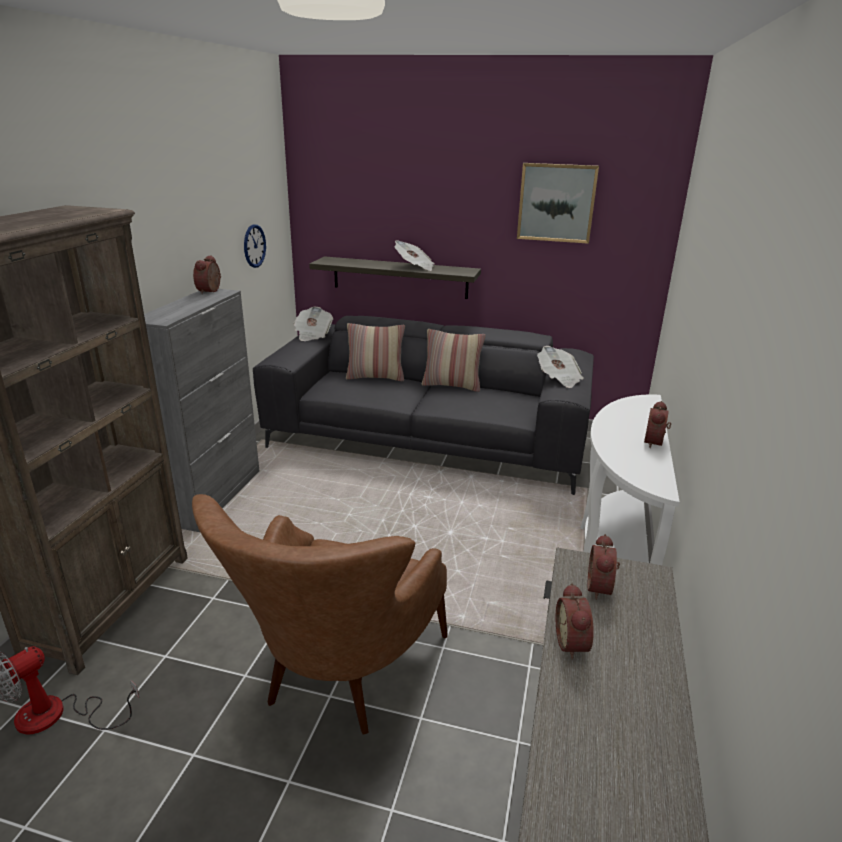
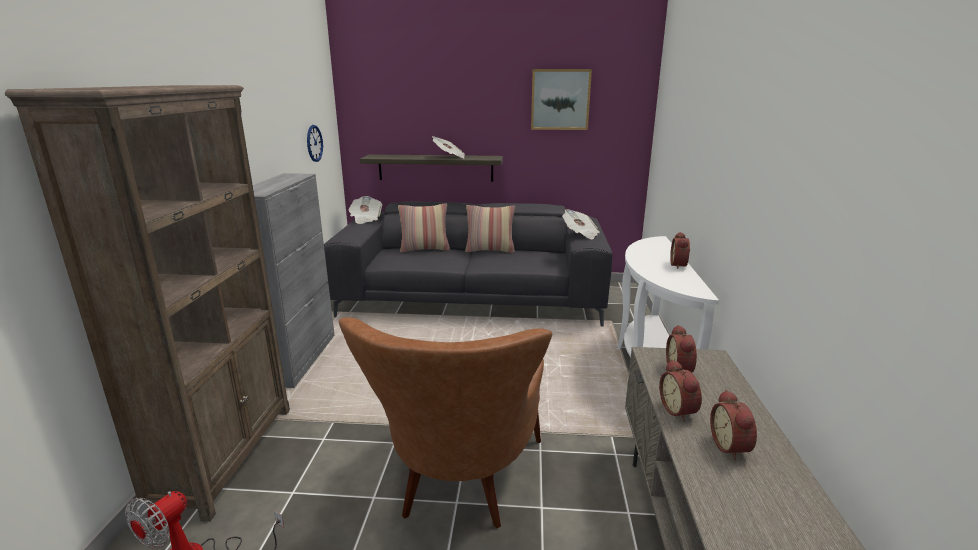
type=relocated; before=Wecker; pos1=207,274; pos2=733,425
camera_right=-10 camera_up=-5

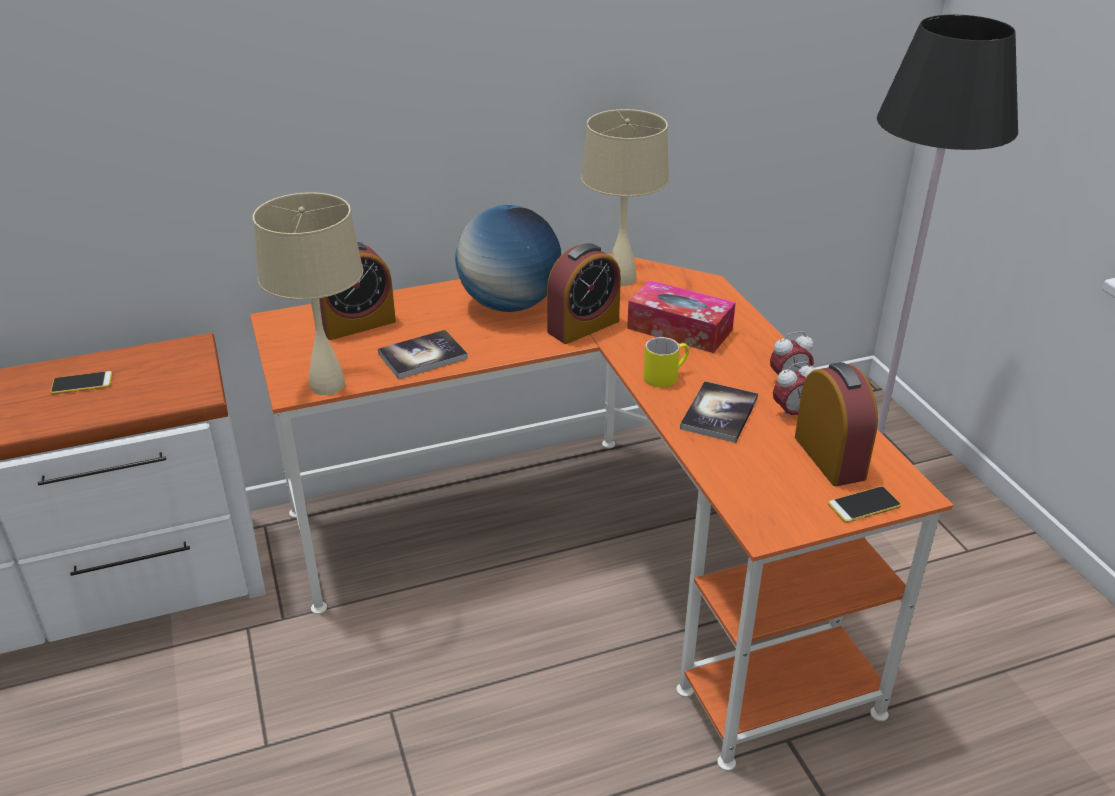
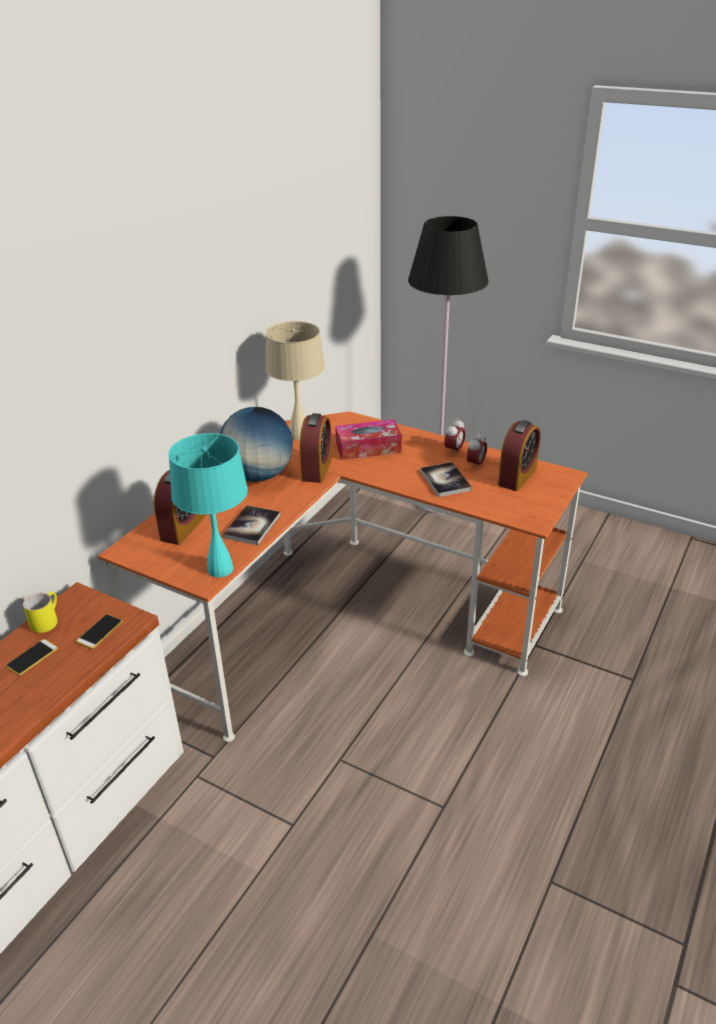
type=colour; before=Tischlampe/beige; after=Tischlampe/türkis; pos1=308,293; pos2=208,505
type=relocated; before=Henkelbecher/gelb; pos1=666,362; pos2=40,612
type=spun; before=Wecker; pos1=836,424; pos2=519,455; turn=90
type=relocated; before=Handy; pos1=864,504; pos2=99,631
camera_right=-40 camera_up=0

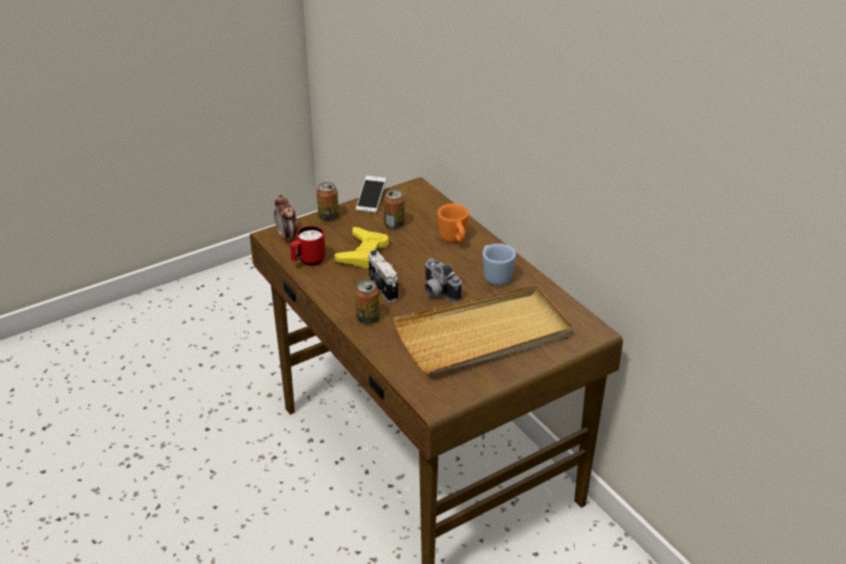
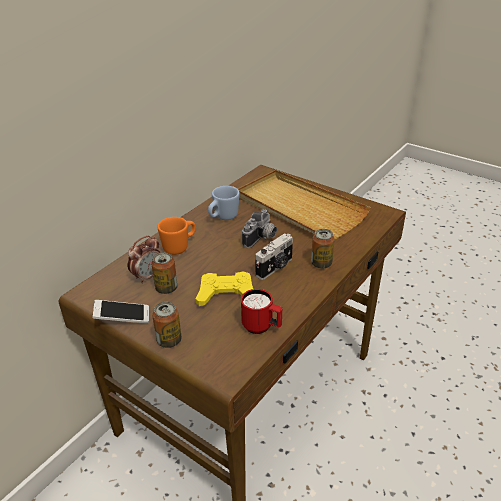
type=relocated; before=Wecker; pos1=286,218; pos2=143,260
camera_right=-110 camera_up=0

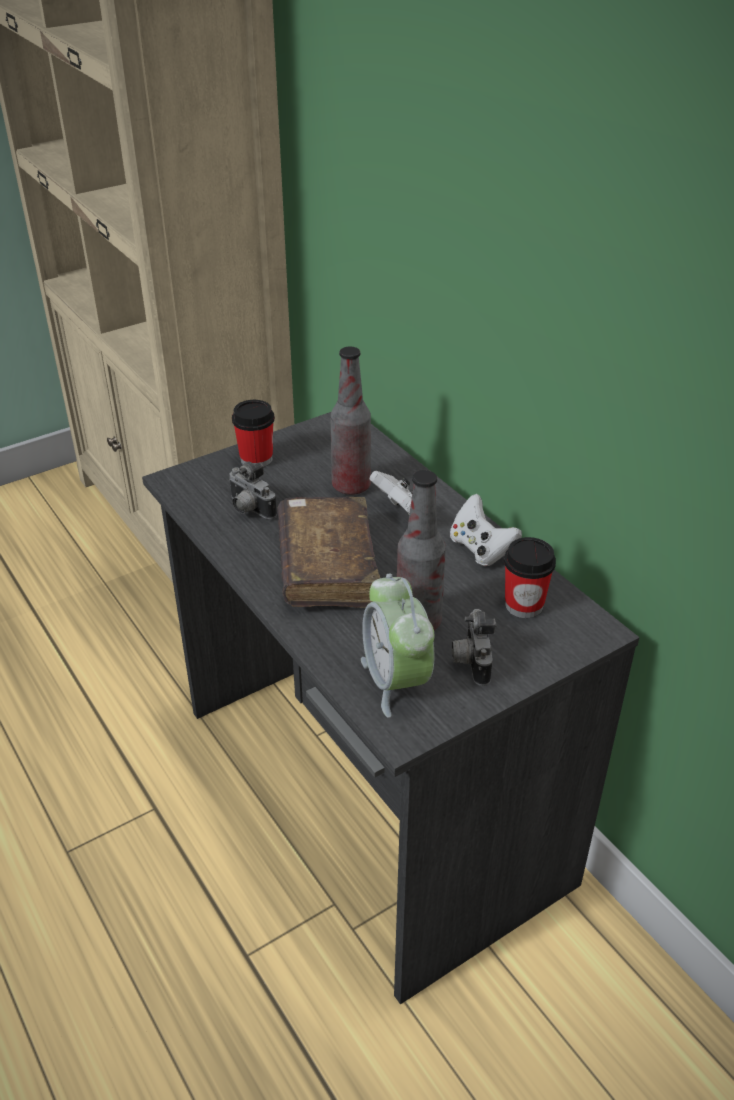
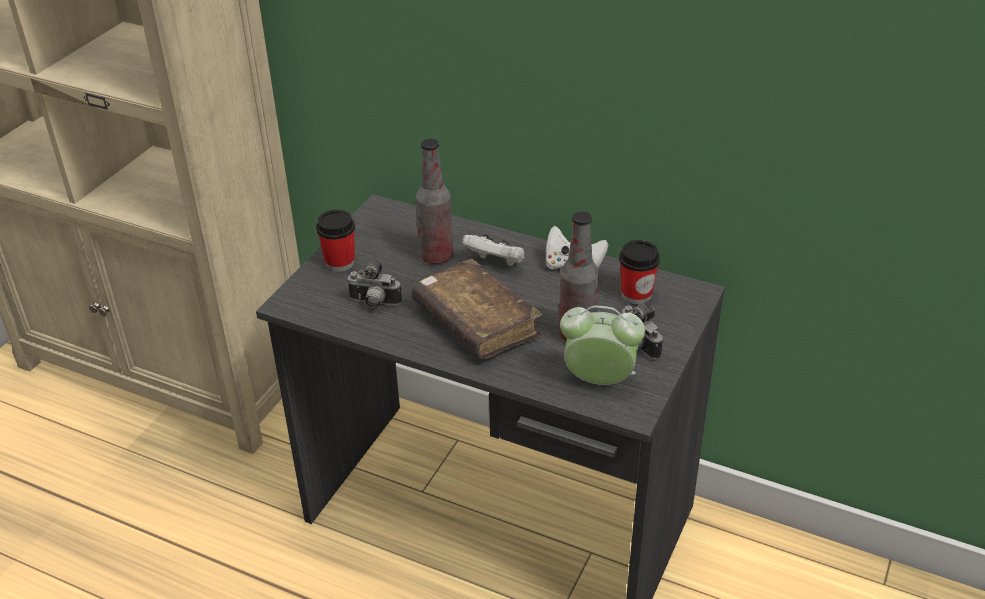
type=spun; before=Wecker; pos1=397,645; pos2=602,345; turn=150
camera_right=-30 camera_up=0

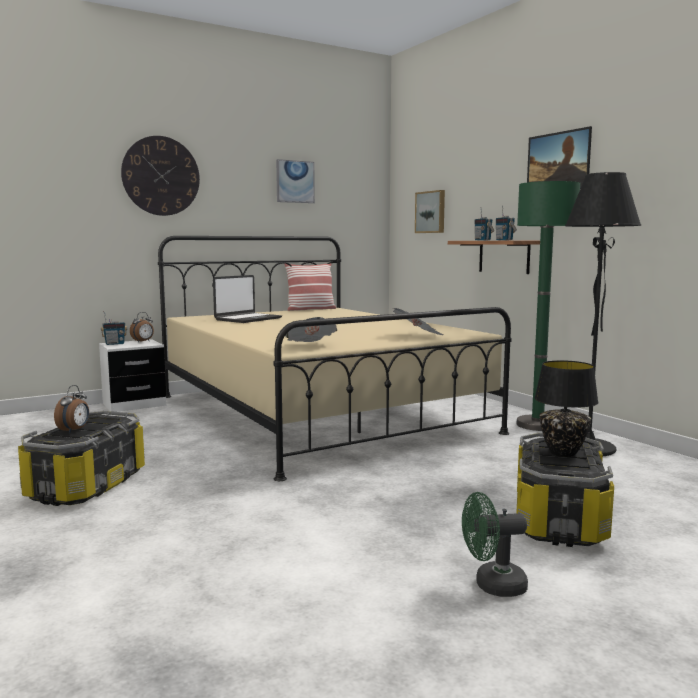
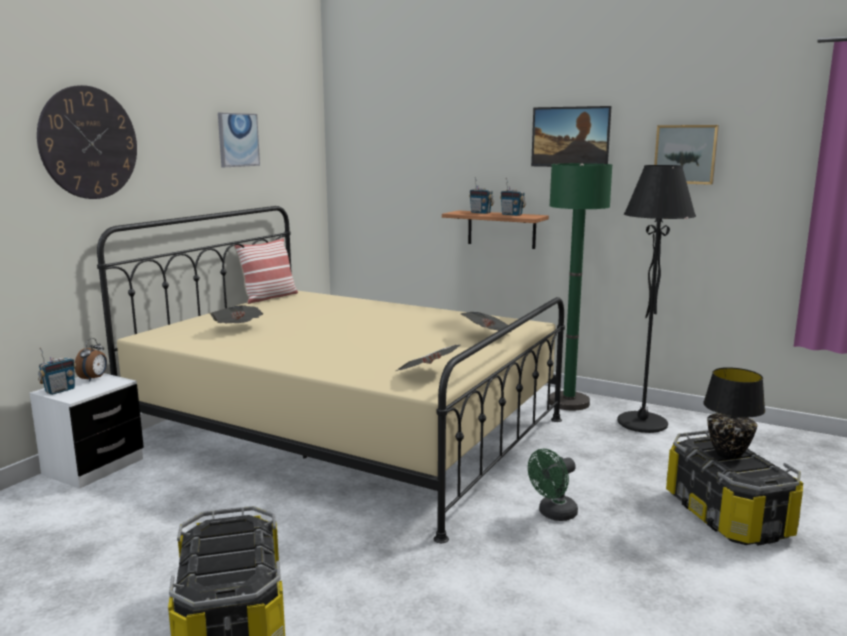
type=relocated; before=Bild; pos1=430,211; pos2=686,155
type=exchanged; before=Laptop; after=Zeitung; pos1=247,299; pos2=236,314
type=missing; before=Wecker; pos1=71,409
type=relocated; before=Ventilator/grün; pos1=495,544; pos2=553,485
camera_right=-30 camera_up=5

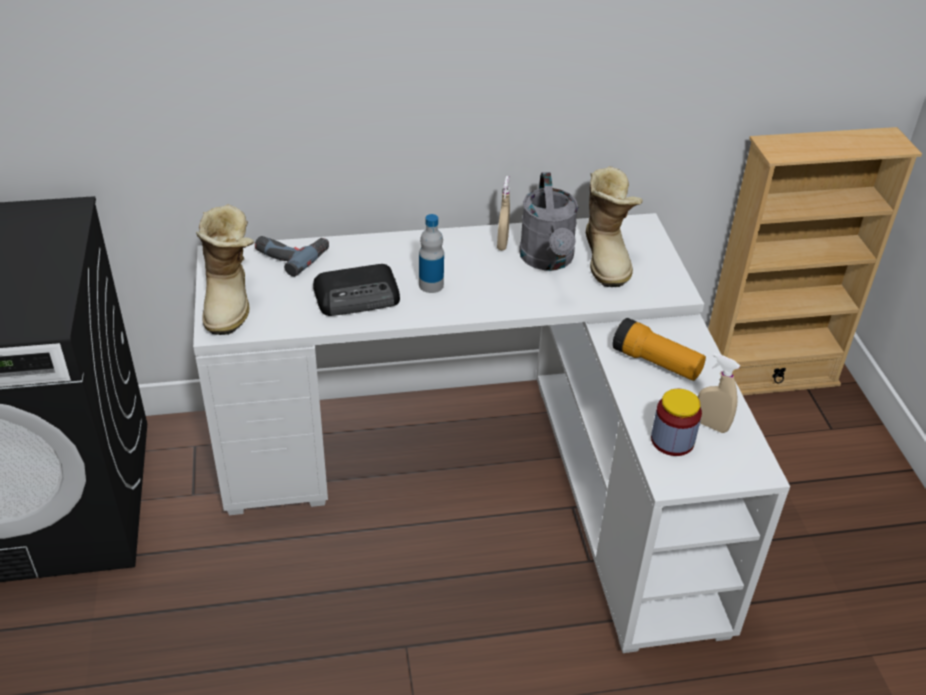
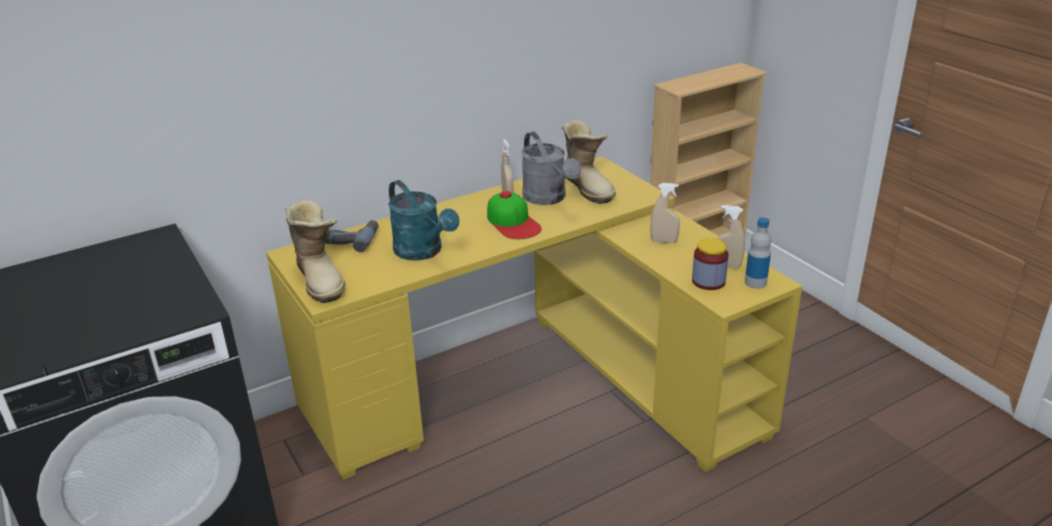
type=colour; before=Schreibtisch/weiß; after=Schreibtisch/gelb; pos1=491,433; pos2=534,318
type=relocated; before=Flasche; pos1=431,253; pos2=758,253
type=exchanged; before=Radio; after=Gießkanne/türkis; pos1=356,290; pos2=423,220
type=exchanged; before=Taschenlampe; after=Sprühflasche/beige; pos1=659,349; pos2=665,213
type=appeared; after=Kappe; pos2=514,215
camera_right=-20 camera_up=-10

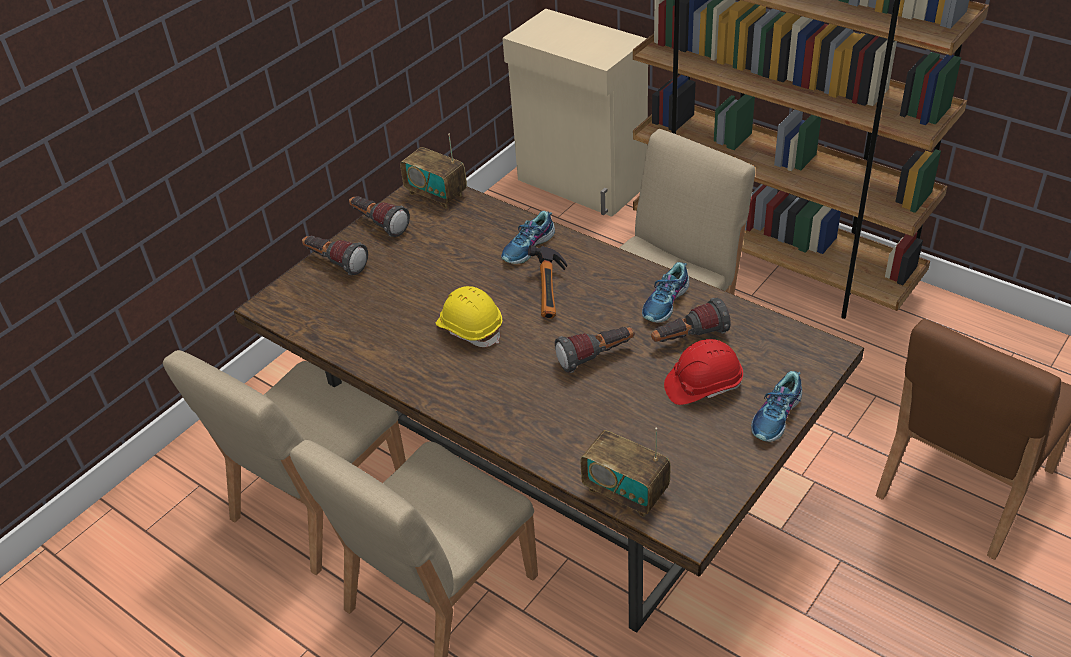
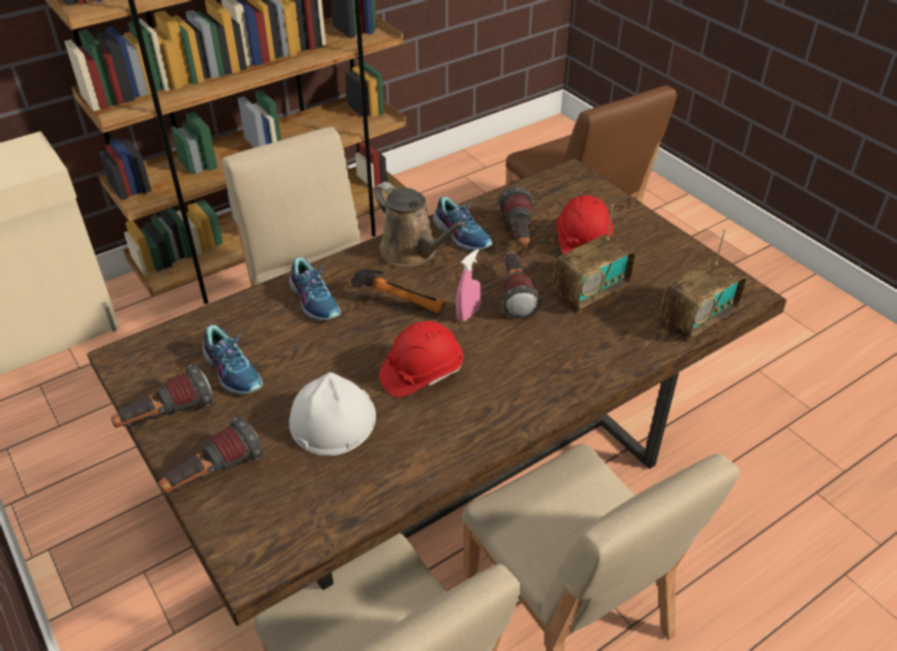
type=relocated; before=Radio; pos1=433,171; pos2=594,259
type=colour; before=Schutzhelm/gelb; after=Schutzhelm/rot; pos1=469,316; pos2=421,359
type=relocated; before=Schuh; pos1=776,406; pos2=233,360
type=appeared; after=Gießkanne/braun; pos2=420,224
type=appeared; after=Sprühflasche/rosa; pos2=468,285
type=appeared; after=Schutzhelm/weiß; pos2=332,414
camera_right=-75 camera_up=0

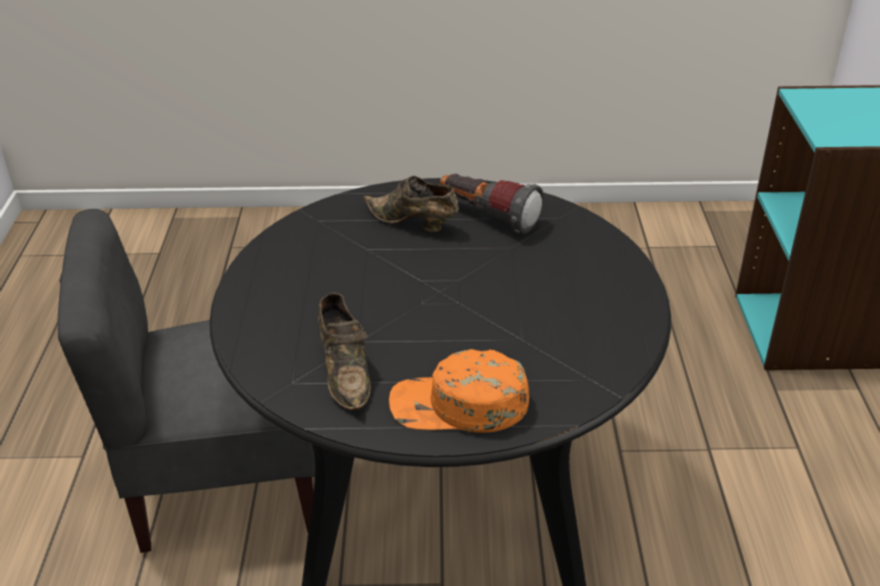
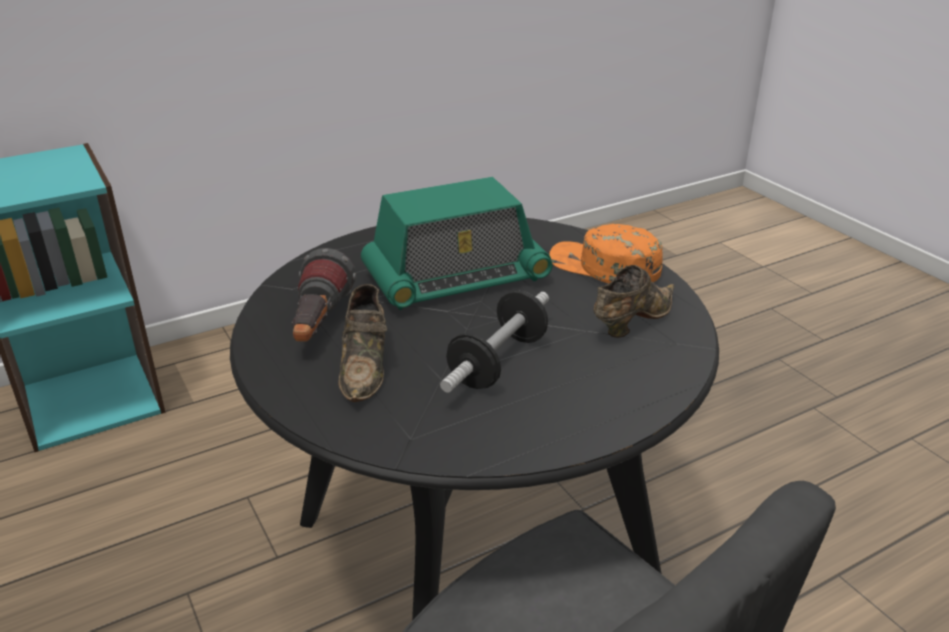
type=spun; before=Kappe/orange; pos1=459,391; pos2=605,253; turn=150
type=appeared; after=Radio; pos2=457,243
type=appeared; after=Hantel; pos2=494,342
camera_right=-120 camera_up=-5

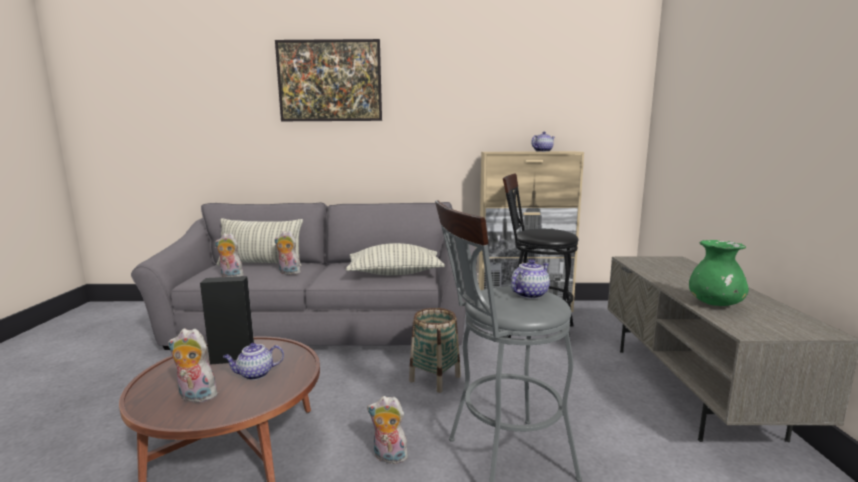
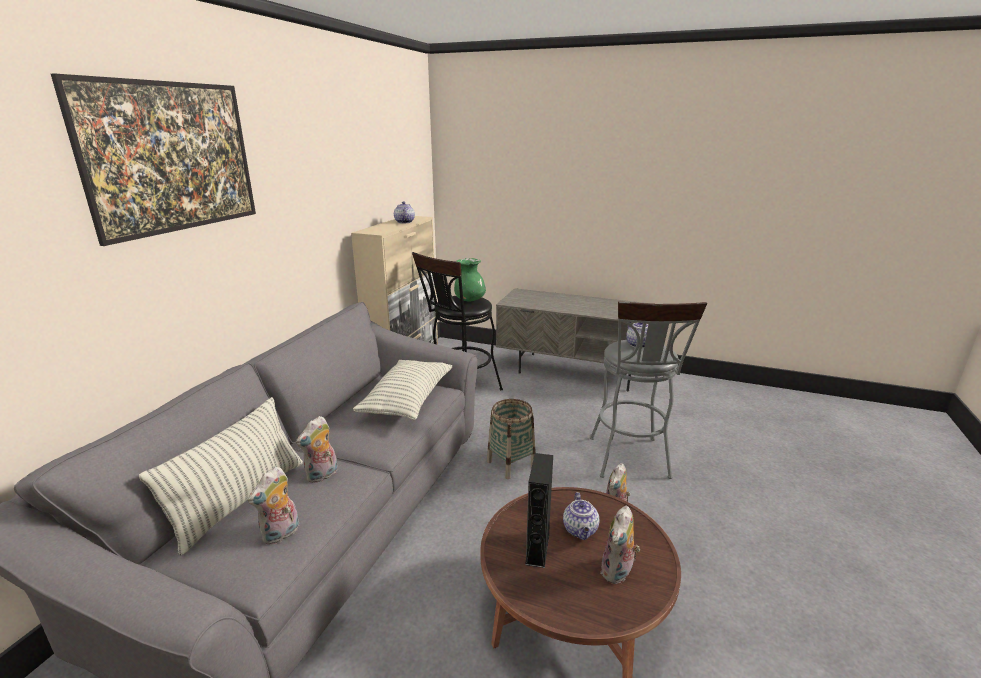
type=relocated; before=Vase/grün; pos1=719,273; pos2=470,279
camera_right=-70 camera_up=10

